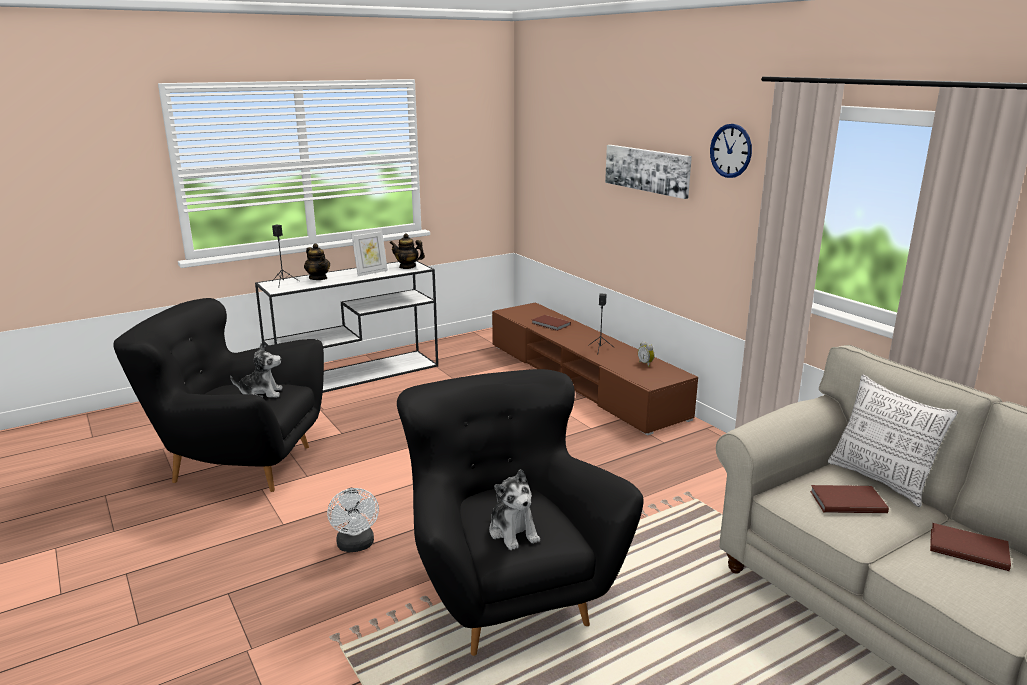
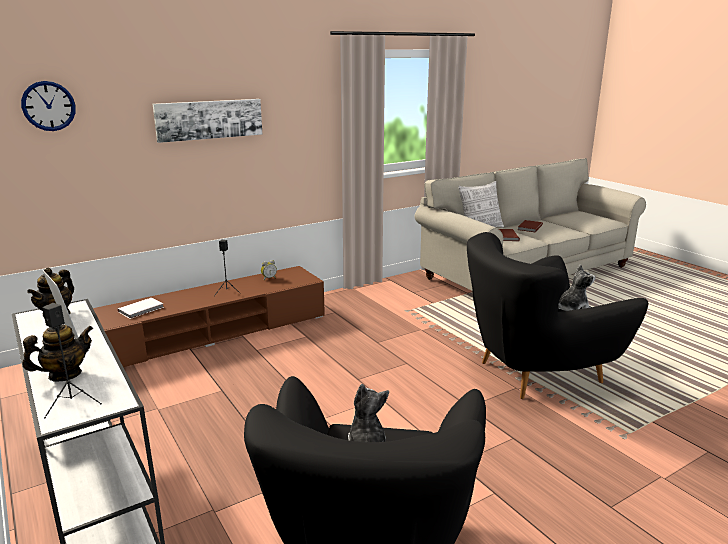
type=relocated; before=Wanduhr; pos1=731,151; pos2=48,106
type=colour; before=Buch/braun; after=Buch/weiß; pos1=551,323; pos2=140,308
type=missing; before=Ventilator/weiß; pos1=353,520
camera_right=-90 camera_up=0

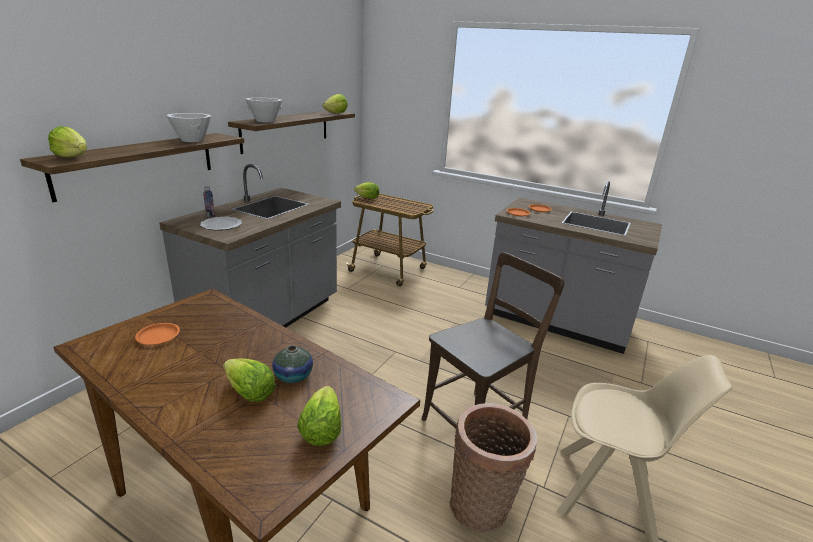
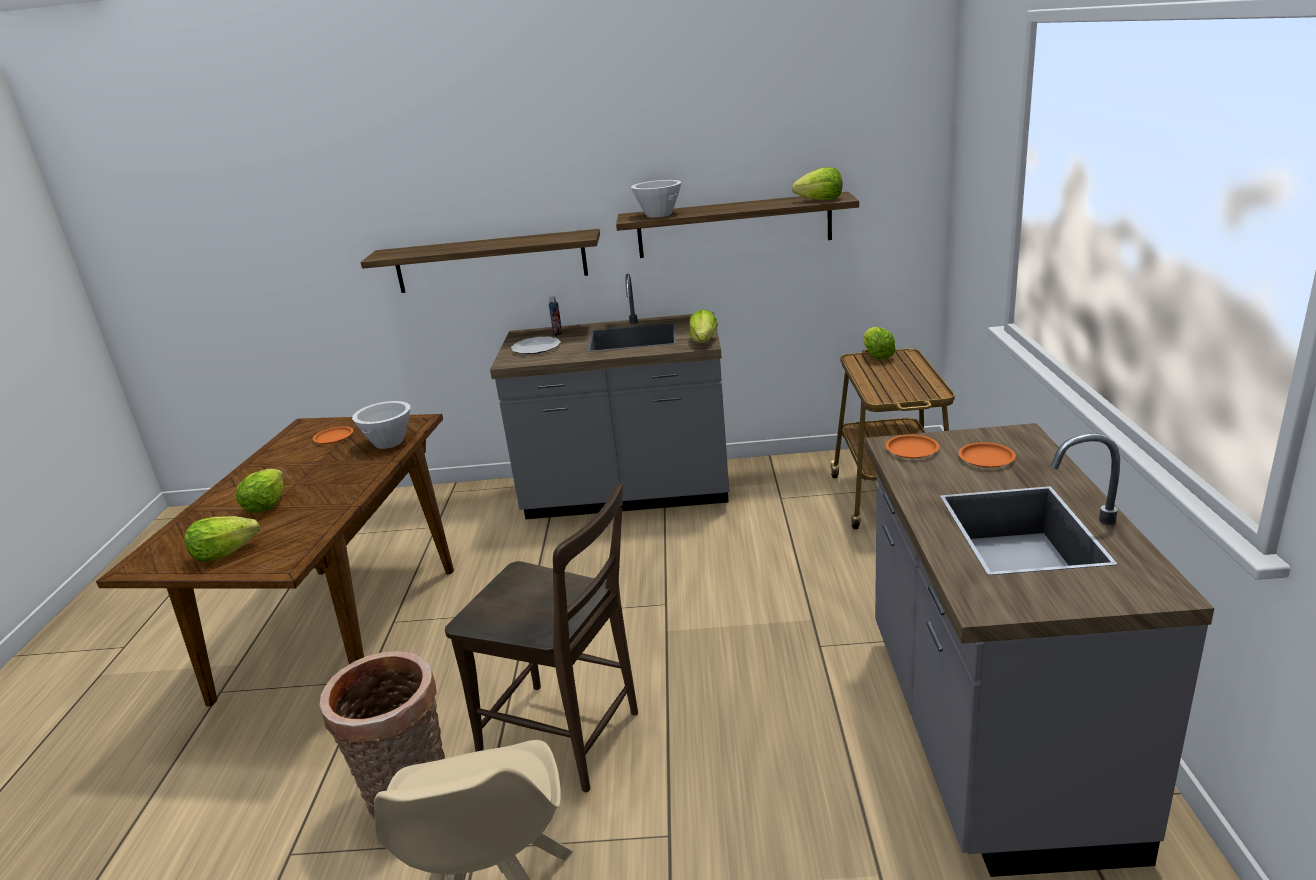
type=relocated; before=Schüssel/weiß; pos1=188,127; pos2=381,425
type=relocated; before=Salatkopf; pos1=67,142; pos2=703,326
type=missing; before=Vase; pos1=292,364
camera_right=65 camera_up=0

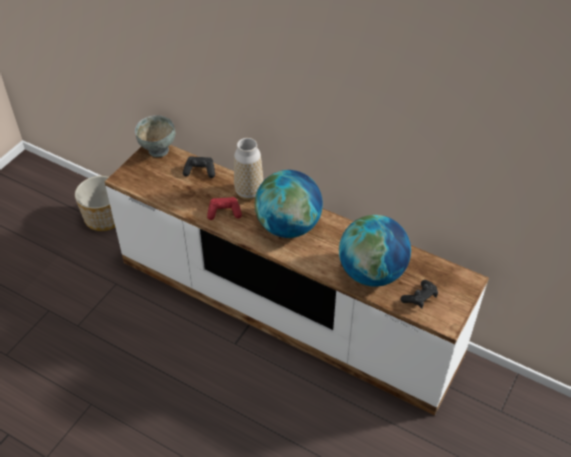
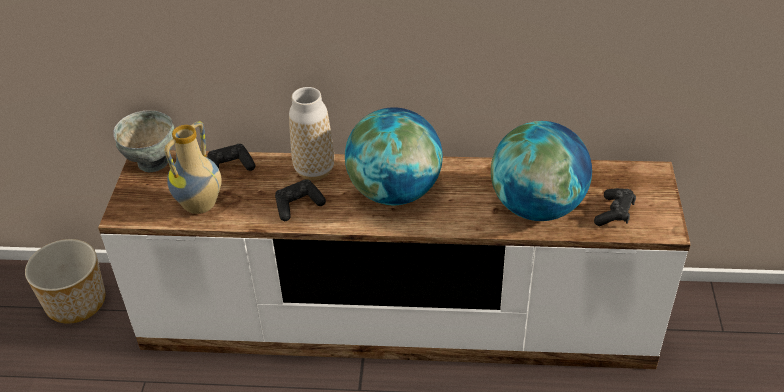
type=colour; before=Gamepad/rot; after=Gamepad/schwarz; pos1=224,208; pos2=300,200
type=appeared; after=Vase; pos2=192,167
camera_right=-25 camera_up=-5

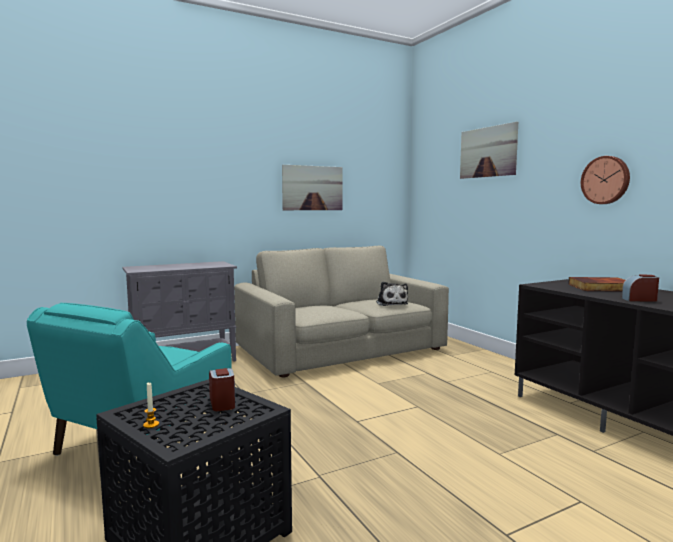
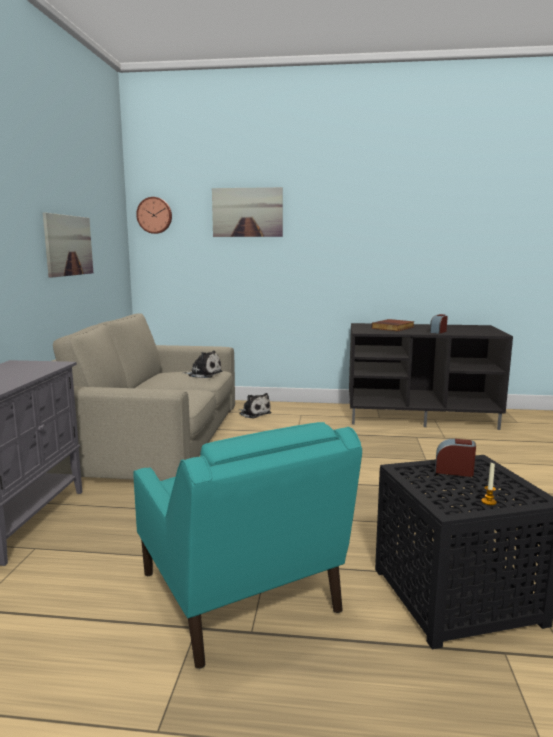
type=relocated; before=Wanduhr; pos1=605,180; pos2=154,215
type=appeared; after=Plüschtier; pos2=255,406
camera_right=-55 camera_up=5

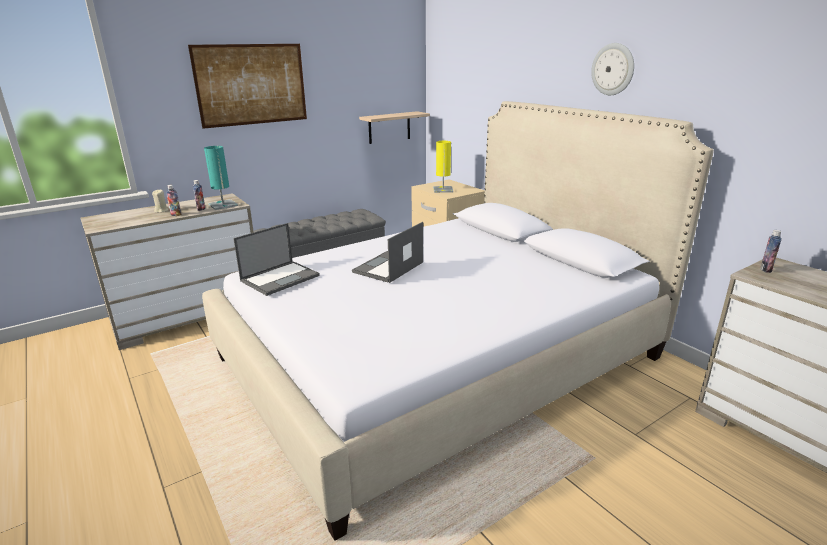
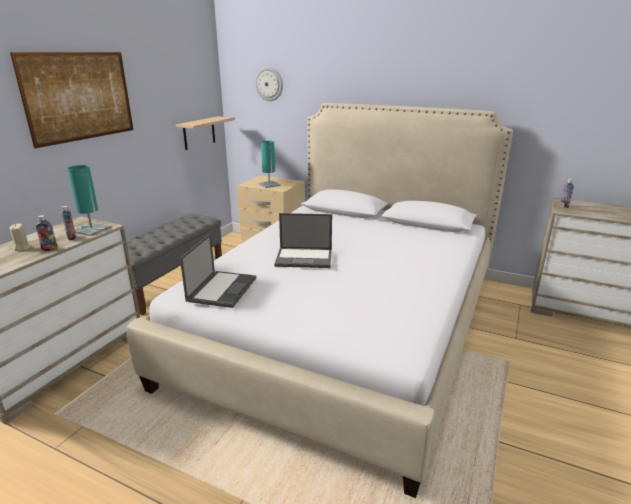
type=relocated; before=Wanduhr; pos1=612,69; pos2=269,84
type=colour; before=Tischlampe/gelb; after=Tischlampe/türkis; pos1=443,167; pos2=269,164
type=spun; before=Laptop; pos1=387,252; pos2=303,240; turn=-90
camera_right=-30 camera_up=0

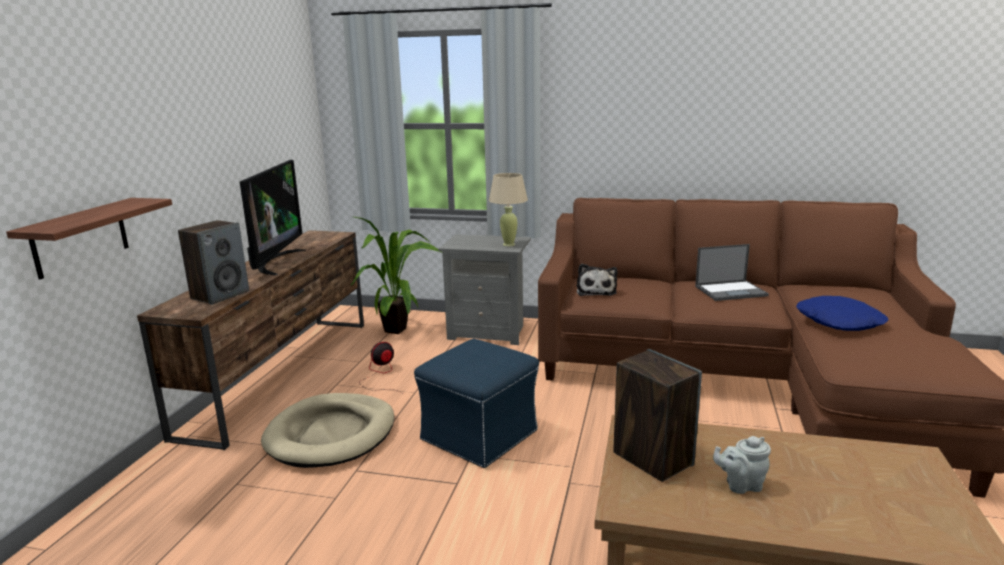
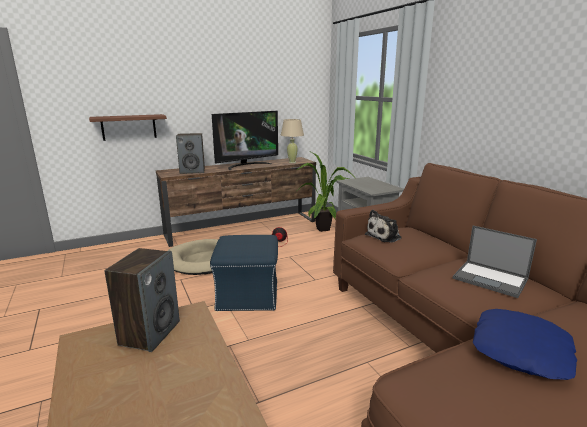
type=relocated; before=Tischlampe/beige; pos1=508,209; pos2=292,141
type=missing; before=Teekanne/grau; pos1=742,465
camera_right=50 camera_up=0

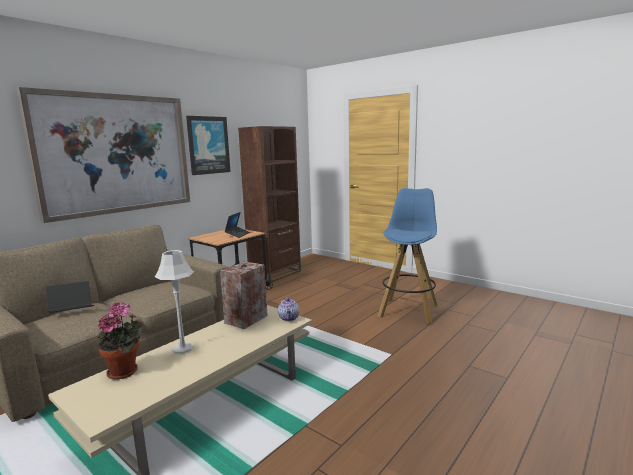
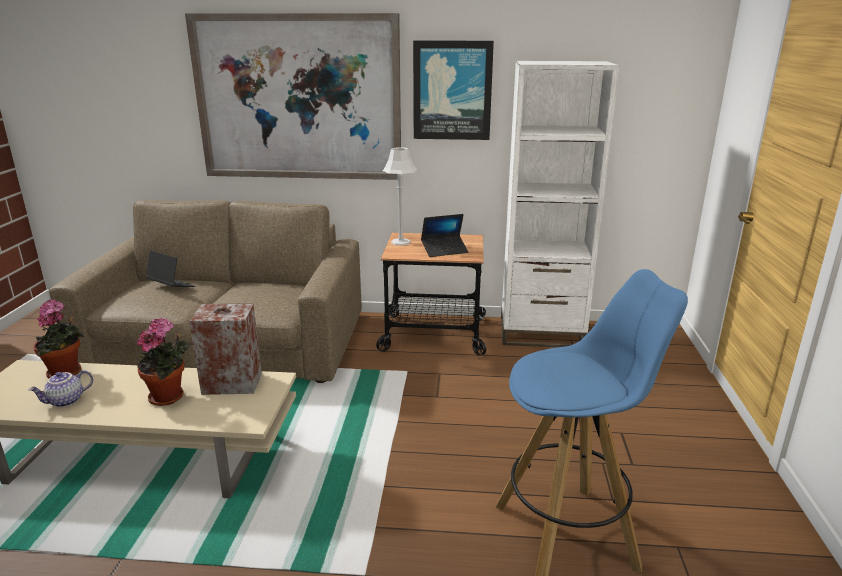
type=colour; before=Bücherregal/braun; after=Bücherregal/weiß; pos1=269,204; pos2=560,204
type=relocated; before=Tischlampe/grau; pos1=174,302; pos2=400,196
type=relocated; before=Teekanne; pos1=289,309; pos2=61,388
type=appeared; after=Topfpflanze; pos2=163,361
camera_right=55 camera_up=10

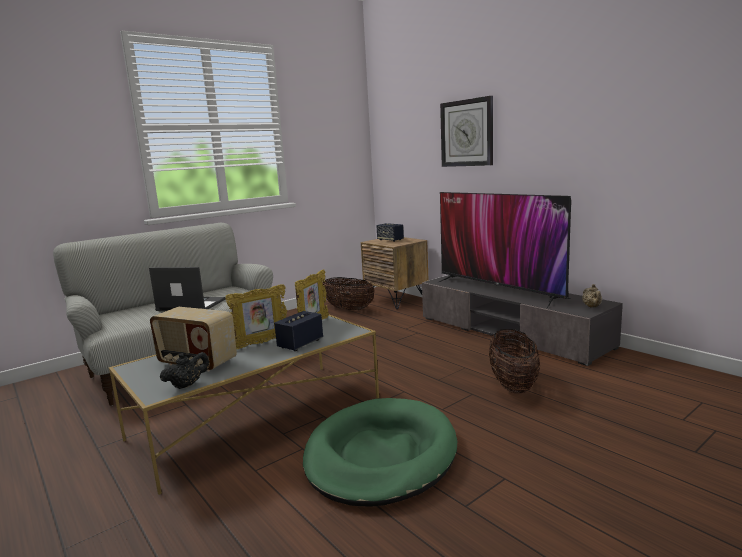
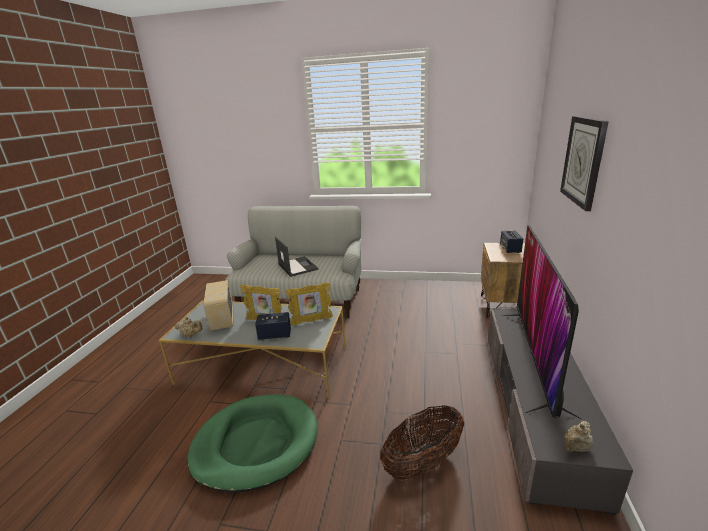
type=missing; before=Korb; pos1=349,293
type=colour; before=Teekanne/schwarz; after=Teekanne/beige; pos1=185,370; pos2=189,327
camera_right=50 camera_up=10

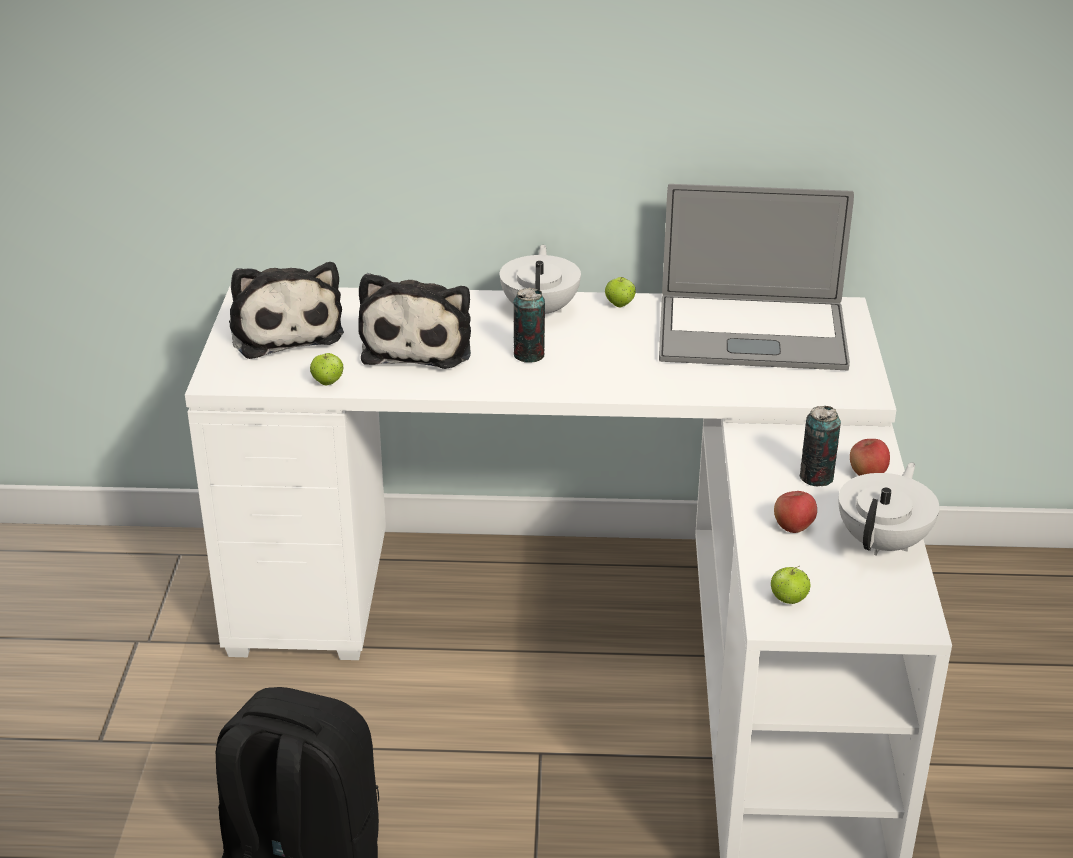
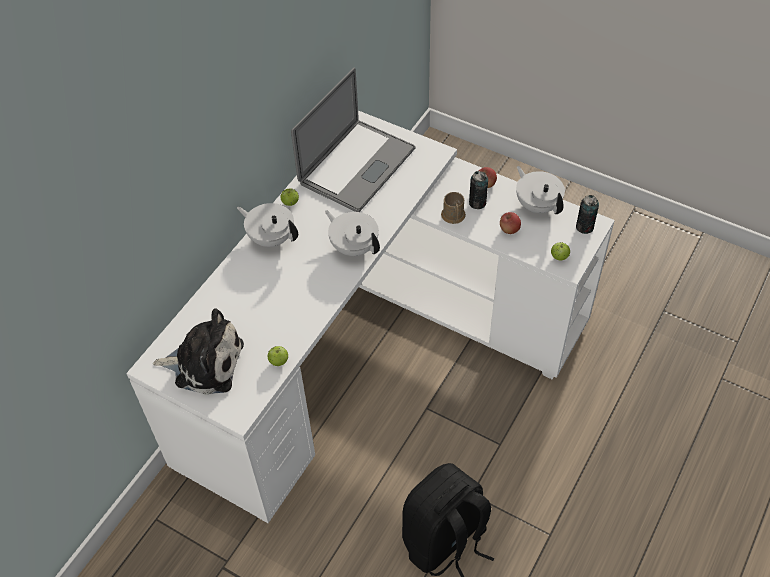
type=missing; before=Plüschtier; pos1=414,321
type=relocated; before=Dose; pos1=529,325; pos2=587,214
type=appeared; after=Henkelbecher/braun; pos2=453,208
type=appeared; after=Teekanne/weiß; pos2=352,233
camera_right=-60 camera_up=20

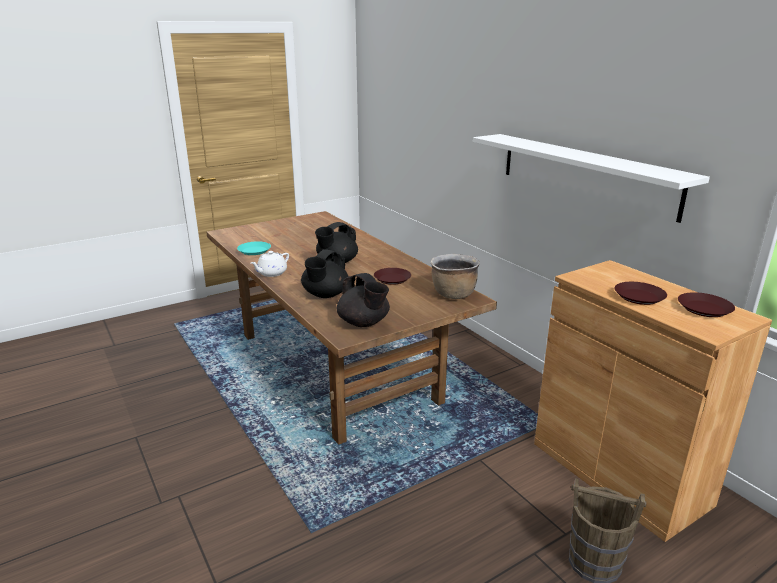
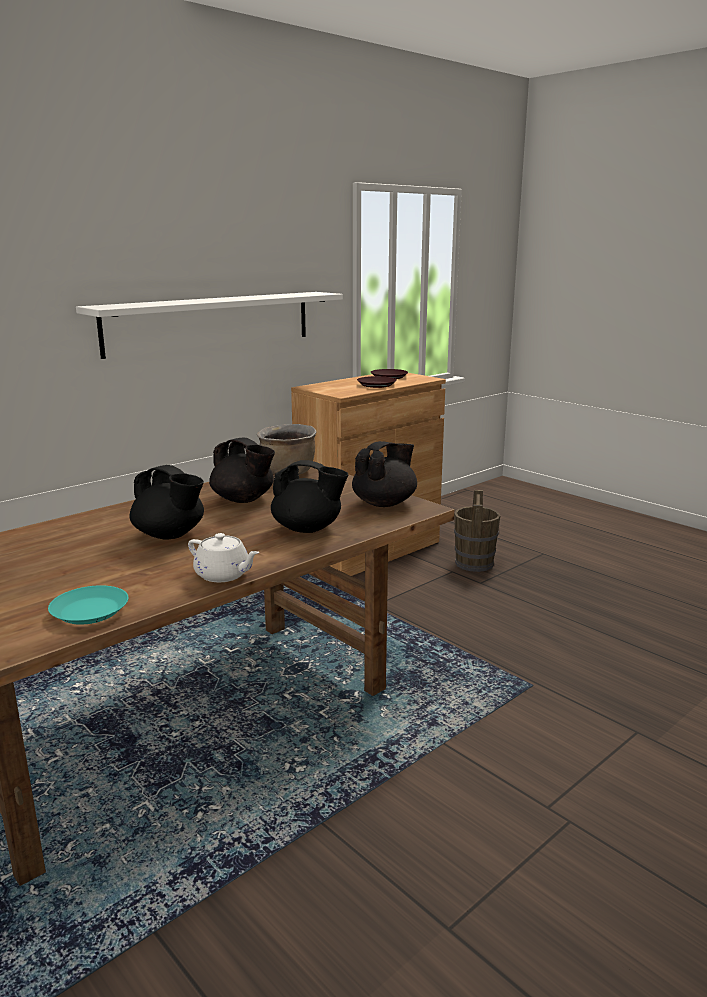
type=exchanged; before=Teller/braun; after=Teekanne/schwarz; pos1=392,276; pos2=242,470
camera_right=-100 camera_up=-5

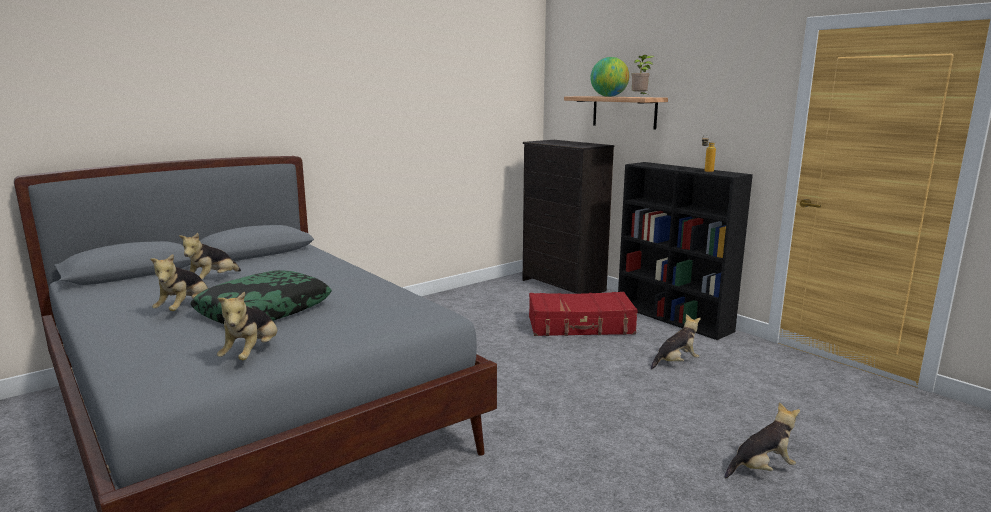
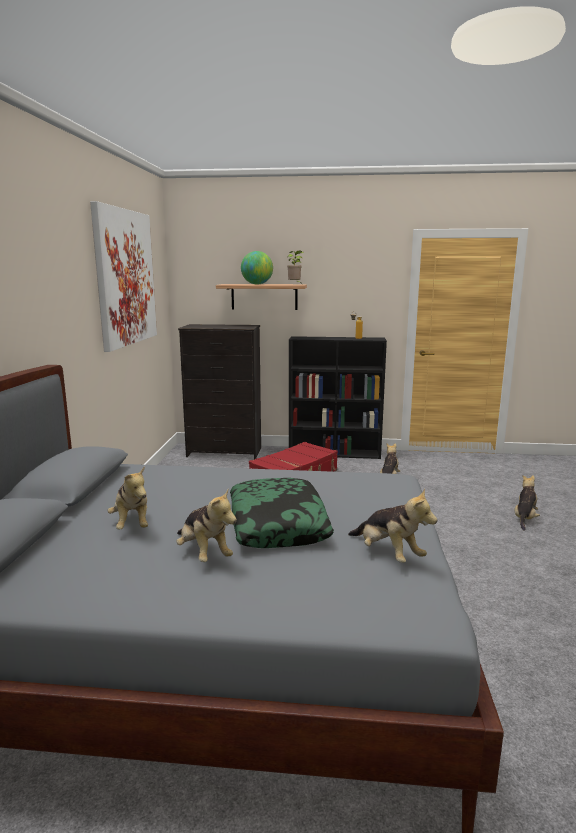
type=appeared; after=Bild; pos2=123,276
camera_right=-45 camera_up=0

